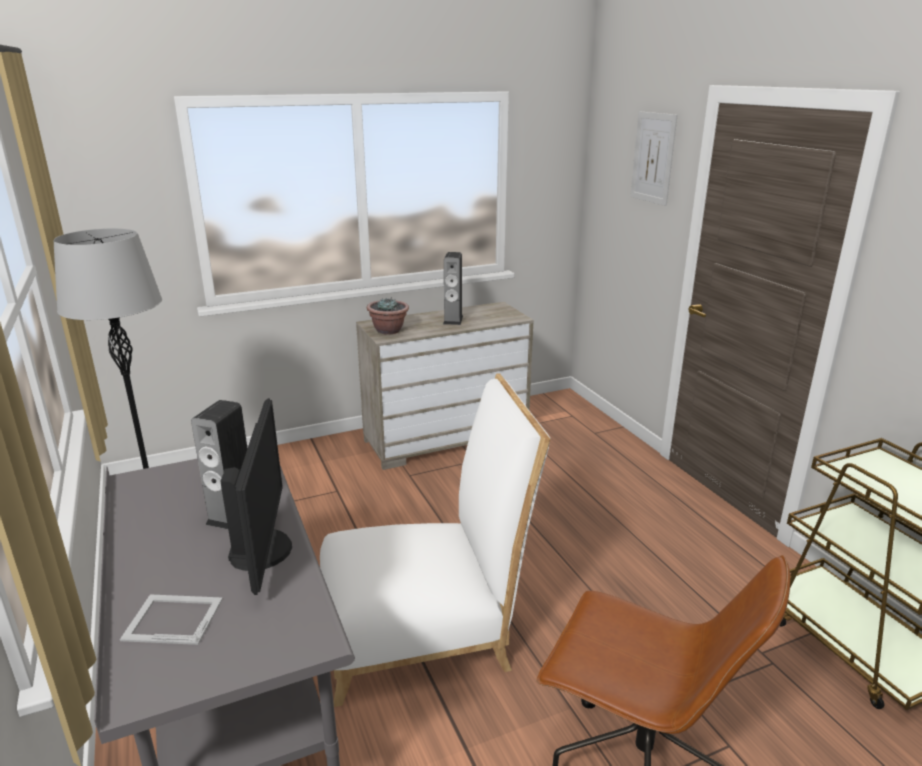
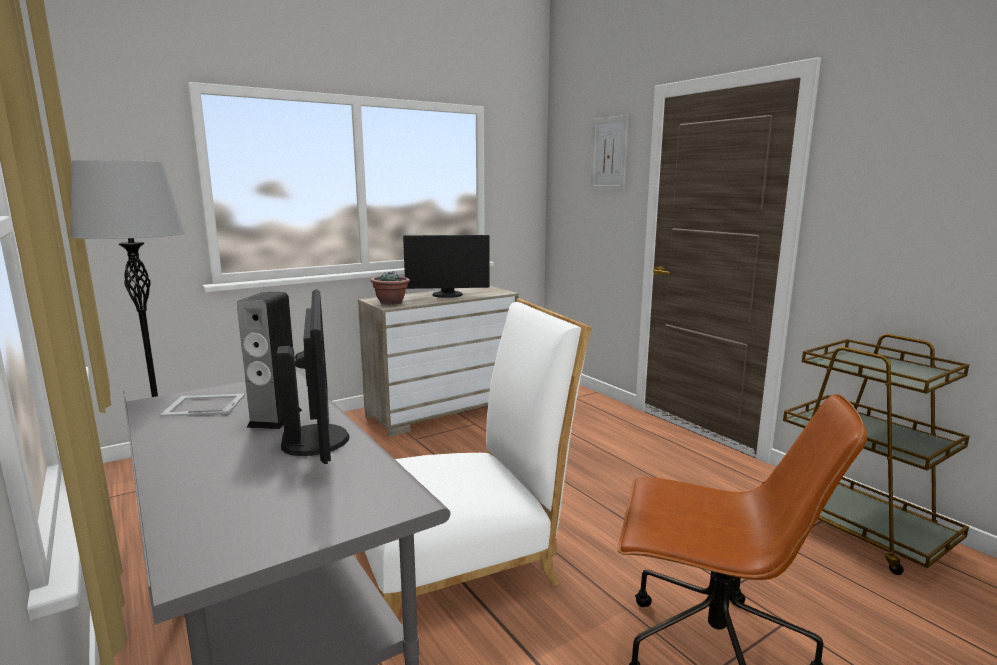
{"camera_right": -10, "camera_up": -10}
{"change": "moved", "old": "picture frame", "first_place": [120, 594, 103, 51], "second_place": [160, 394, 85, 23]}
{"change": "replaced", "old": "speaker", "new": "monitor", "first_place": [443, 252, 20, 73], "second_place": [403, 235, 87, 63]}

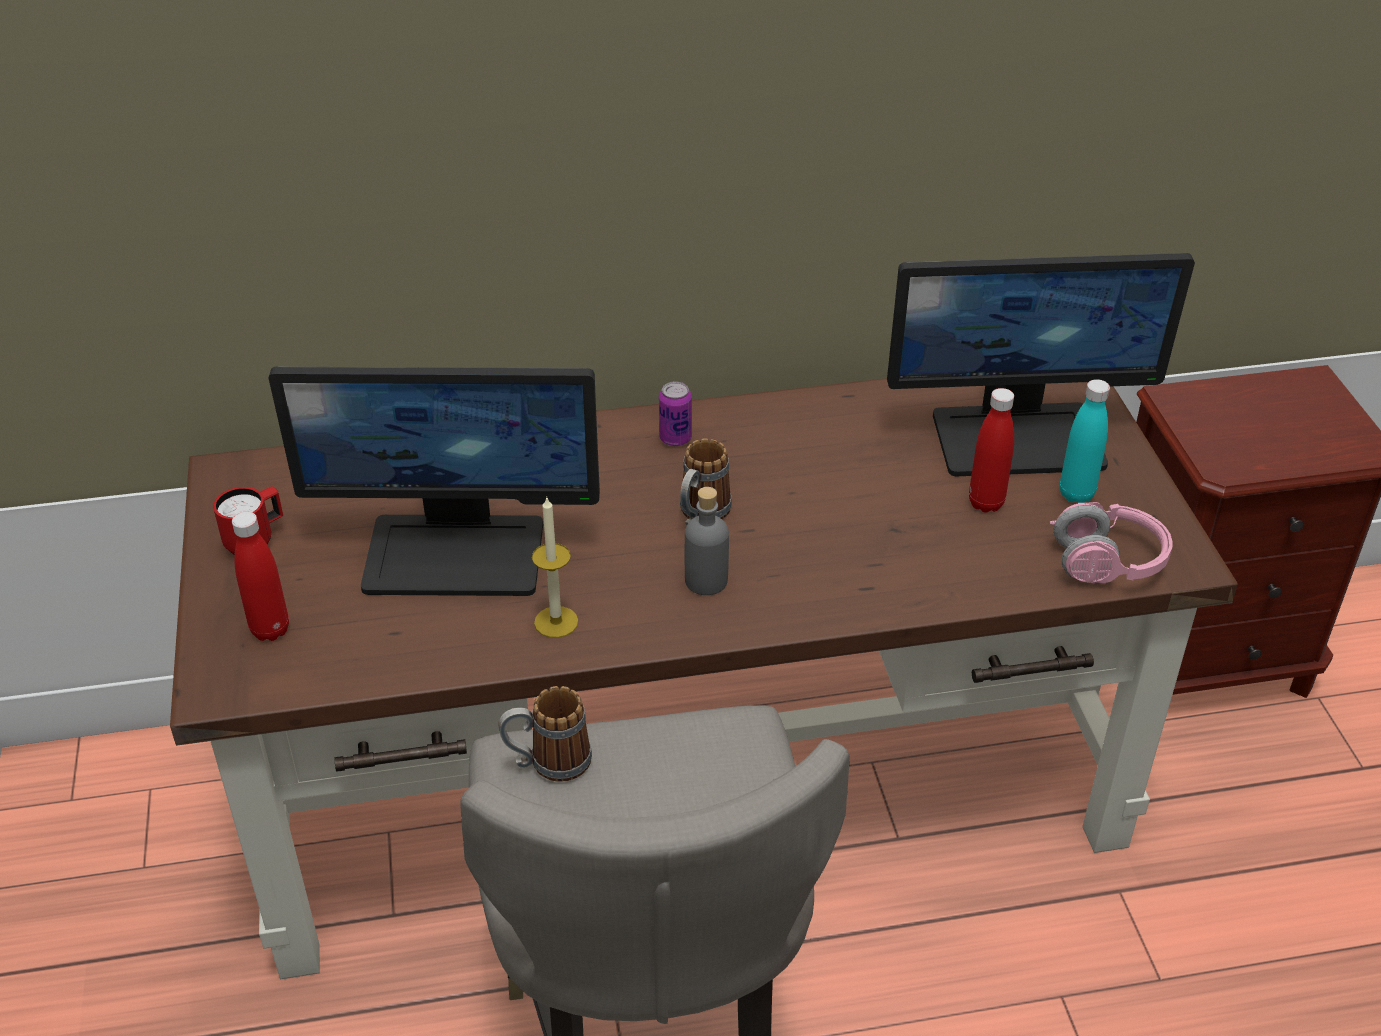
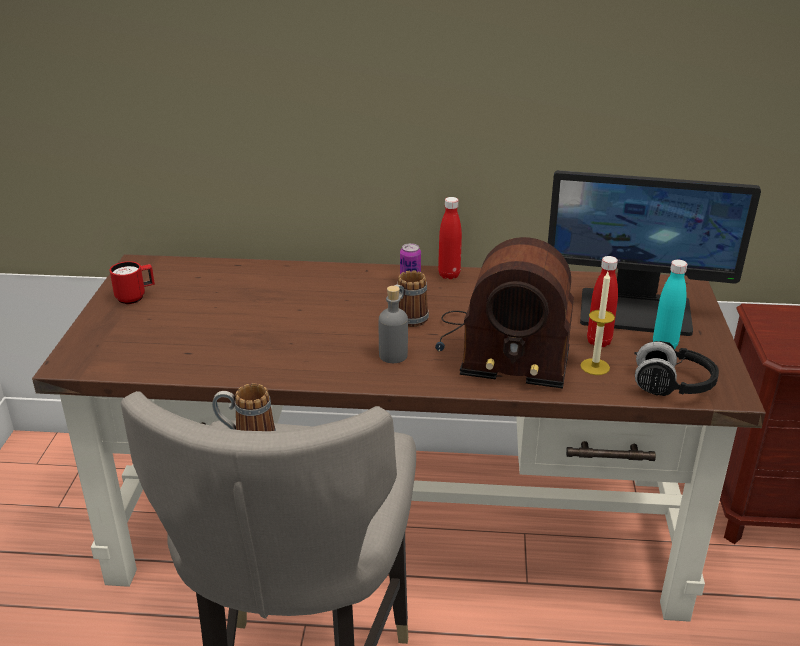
{"camera_right": 15, "camera_up": -10}
{"change": "removed", "old": "monitor", "first_place": [269, 367, 331, 229]}
{"change": "added", "new": "radio", "second_place": [435, 237, 139, 152]}
{"change": "moved", "old": "red bottle", "first_place": [232, 512, 57, 129], "second_place": [438, 197, 24, 82]}
{"change": "moved", "old": "candle", "first_place": [532, 498, 46, 140], "second_place": [580, 272, 35, 103]}
{"change": "recoloured", "old": "pink headphones", "new": "black headphones", "first_place": [1050, 502, 123, 82], "second_place": [634, 341, 85, 55]}

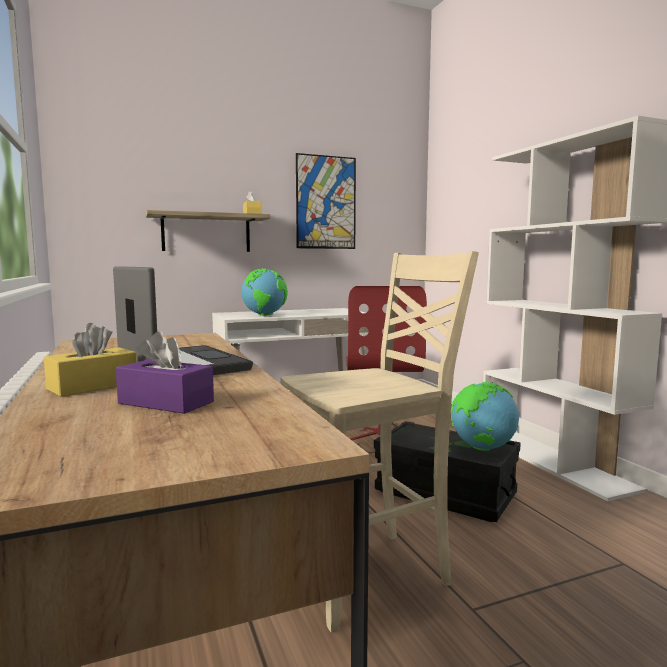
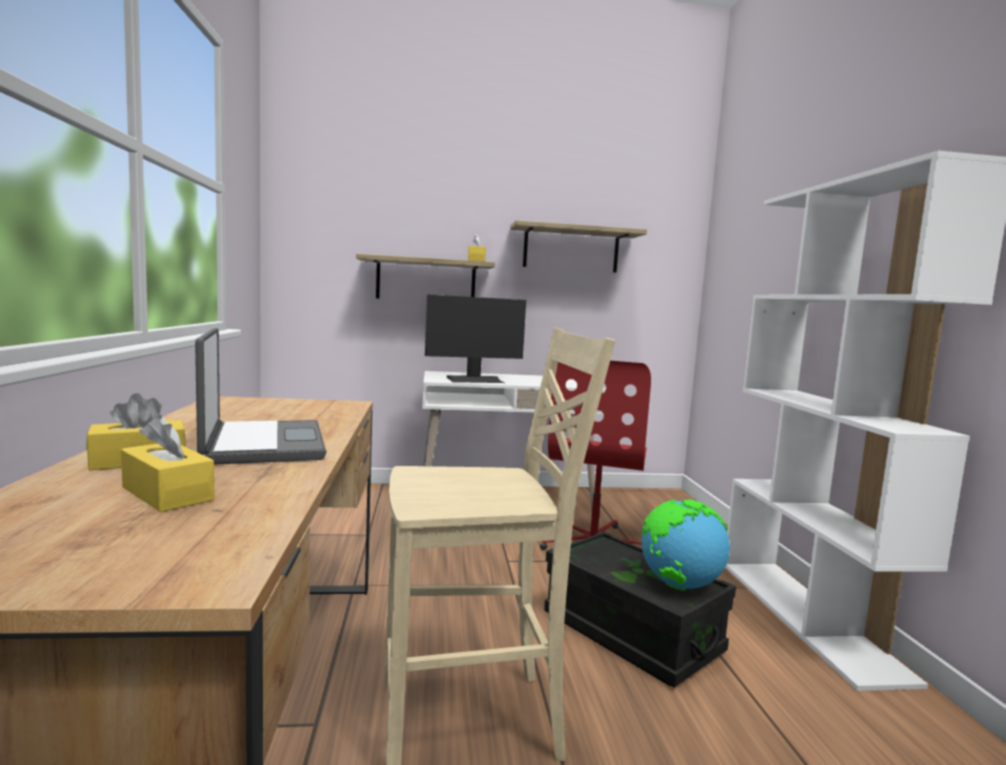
{"camera_right": 15, "camera_up": 0}
{"change": "replaced", "old": "globe", "new": "monitor", "first_place": [241, 268, 46, 48], "second_place": [425, 295, 101, 88]}
{"change": "replaced", "old": "picture", "new": "shelf", "first_place": [296, 153, 60, 96], "second_place": [510, 220, 137, 52]}
{"change": "recoloured", "old": "purple tissue box", "new": "yellow tissue box", "first_place": [116, 331, 98, 83], "second_place": [121, 415, 93, 97]}

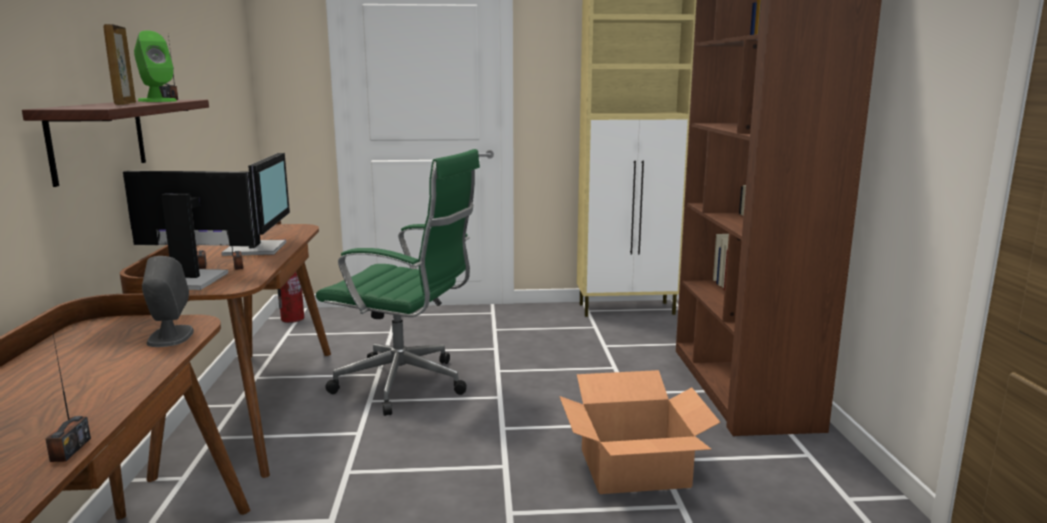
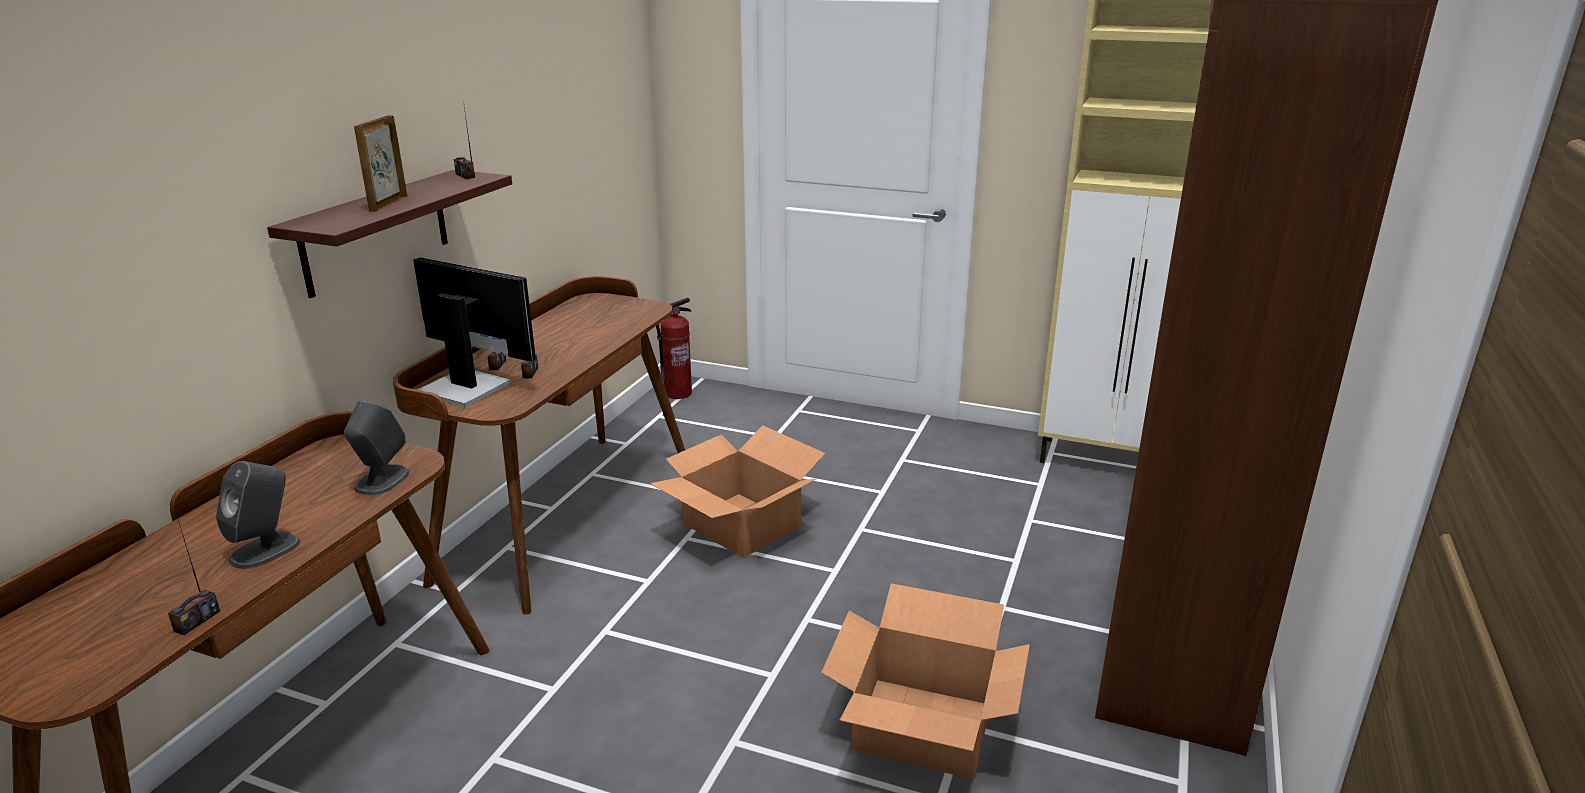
{"camera_right": 25, "camera_up": 10}
{"change": "removed", "old": "green speaker", "first_place": [134, 30, 43, 72]}
{"change": "removed", "old": "monitor", "first_place": [221, 153, 69, 103]}
{"change": "added", "new": "grey speaker", "second_place": [216, 461, 85, 108]}
{"change": "replaced", "old": "green office chair", "new": "cardboard box", "first_place": [316, 149, 164, 267], "second_place": [650, 425, 175, 133]}

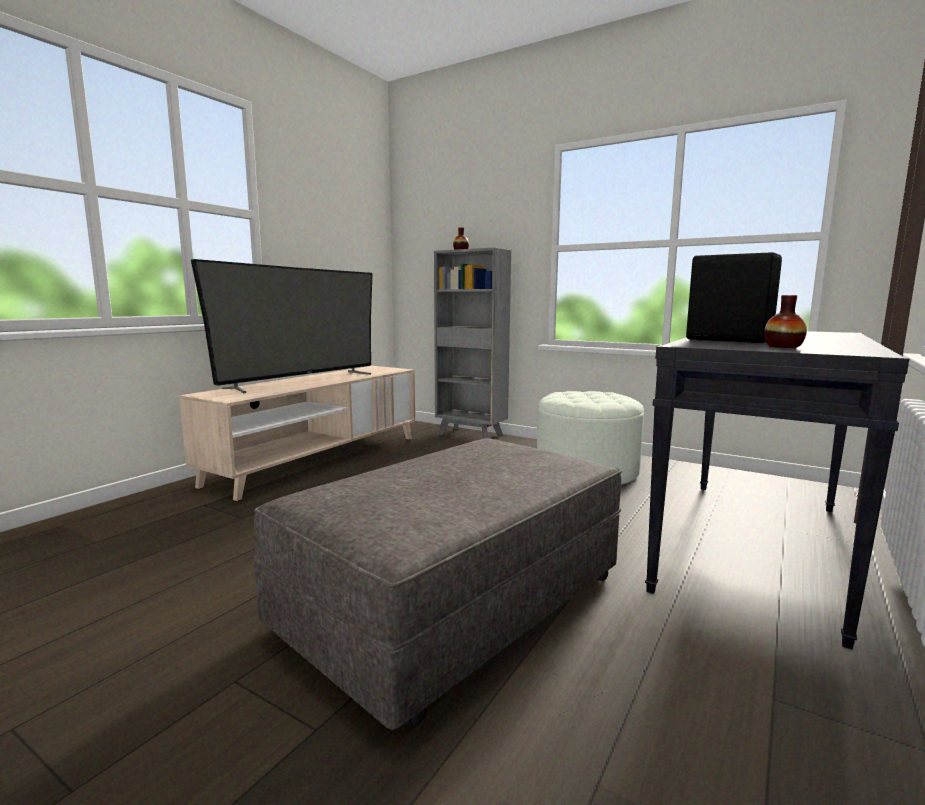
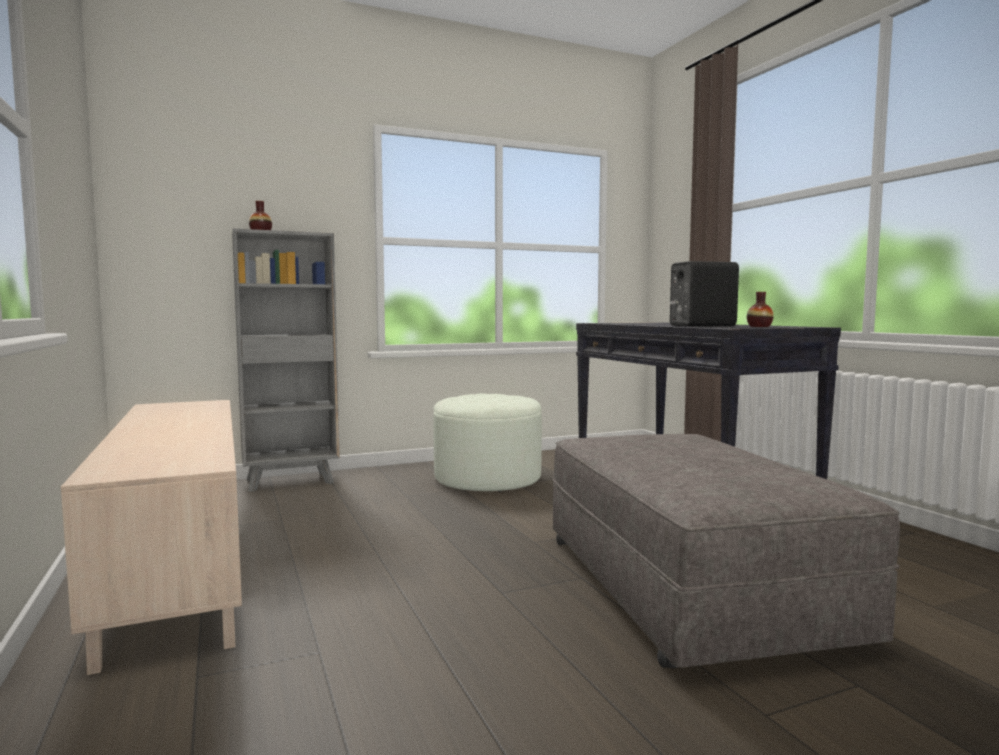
{"camera_right": -55, "camera_up": -5}
{"change": "removed", "old": "television", "first_place": [191, 259, 181, 134]}

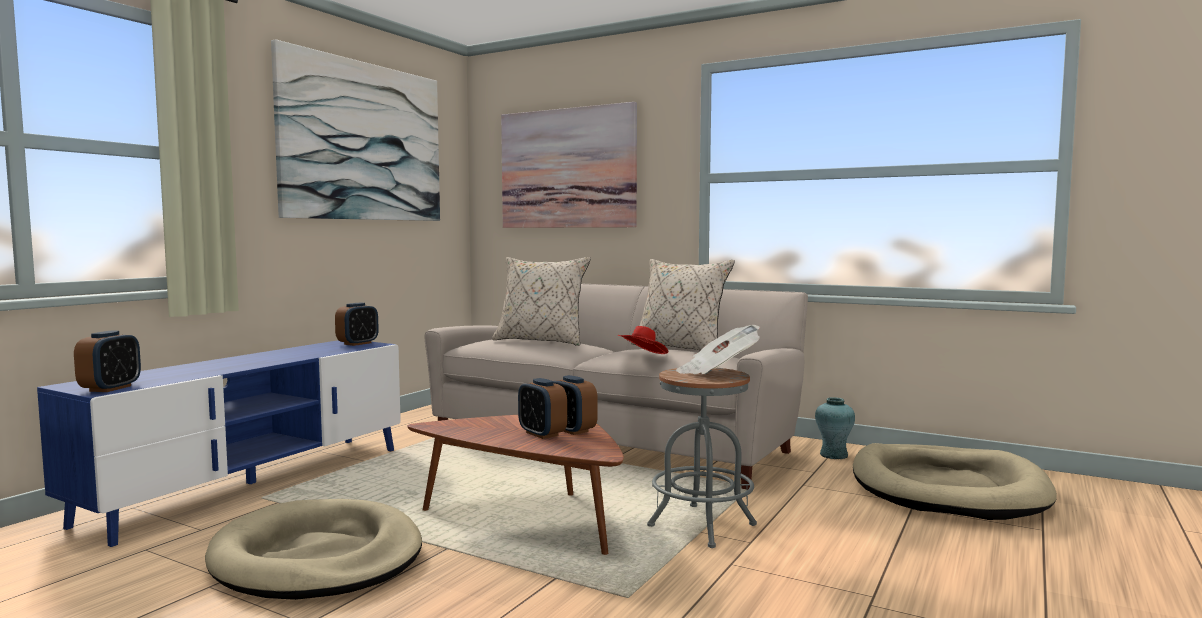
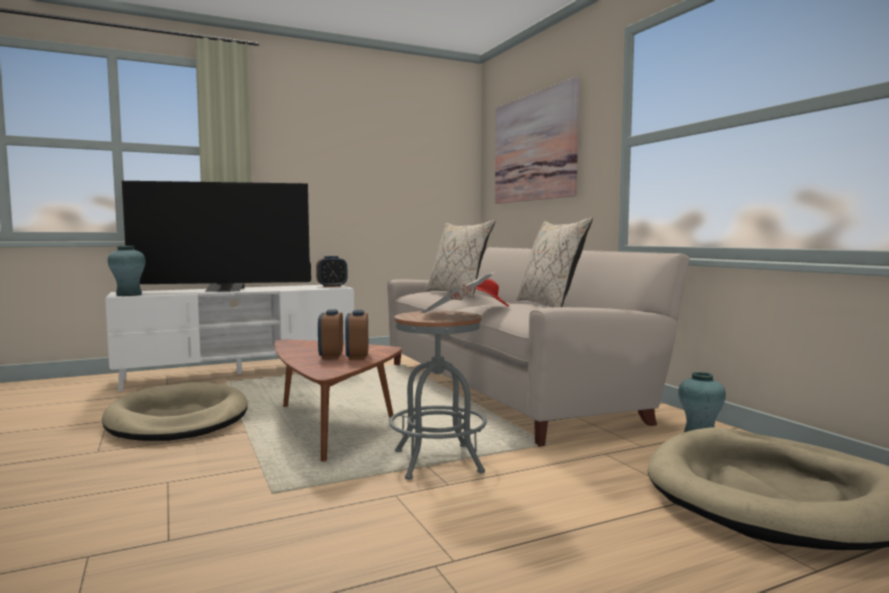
{"camera_right": 35, "camera_up": 0}
{"change": "removed", "old": "picture", "first_place": [271, 39, 169, 182]}
{"change": "added", "new": "television", "second_place": [122, 181, 189, 111]}
{"change": "replaced", "old": "alarm clock", "new": "turquoise vase", "first_place": [74, 330, 67, 62], "second_place": [108, 246, 38, 50]}
{"change": "recoloured", "old": "blue tv stand", "new": "white tv stand", "first_place": [37, 340, 364, 207], "second_place": [105, 285, 249, 107]}

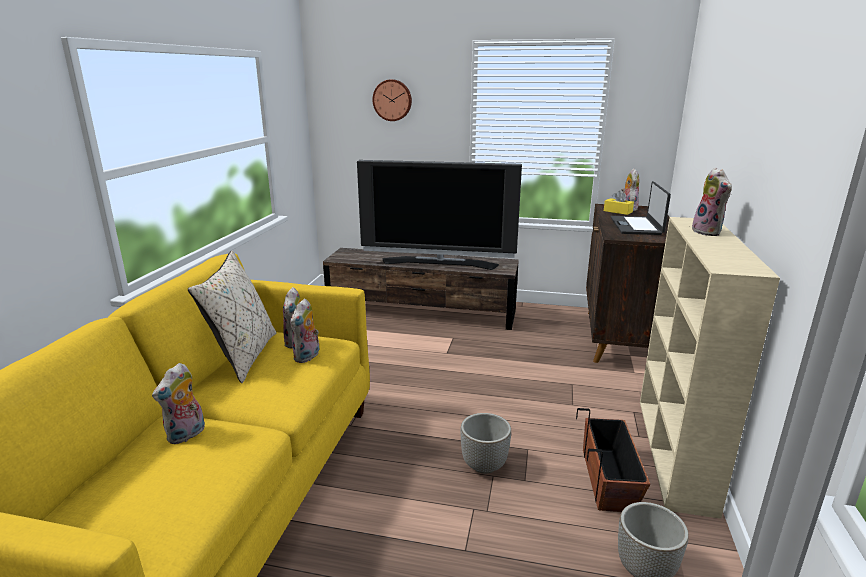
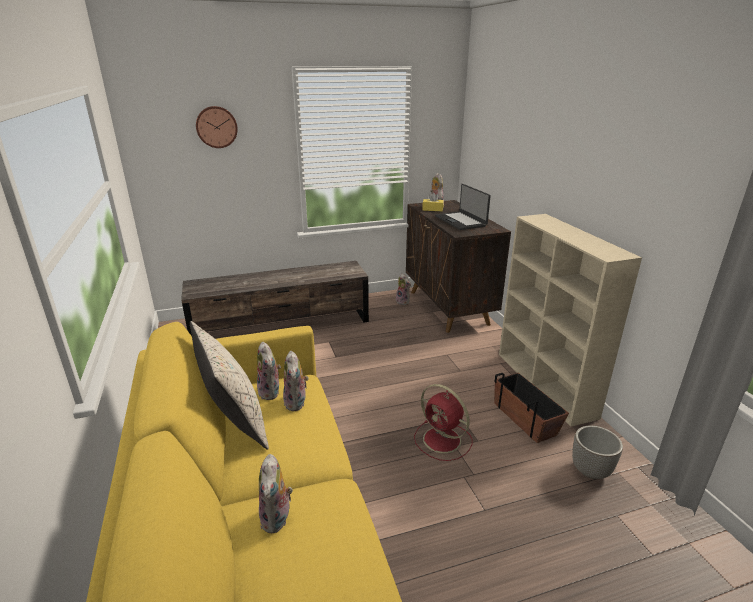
{"camera_right": -30, "camera_up": 5}
{"change": "removed", "old": "television", "first_place": [357, 160, 165, 110]}
{"change": "moved", "old": "plush toy", "first_place": [692, 167, 40, 69], "second_place": [396, 273, 15, 32]}
{"change": "replaced", "old": "planter", "new": "red fan", "first_place": [460, 413, 51, 61], "second_place": [414, 384, 58, 77]}

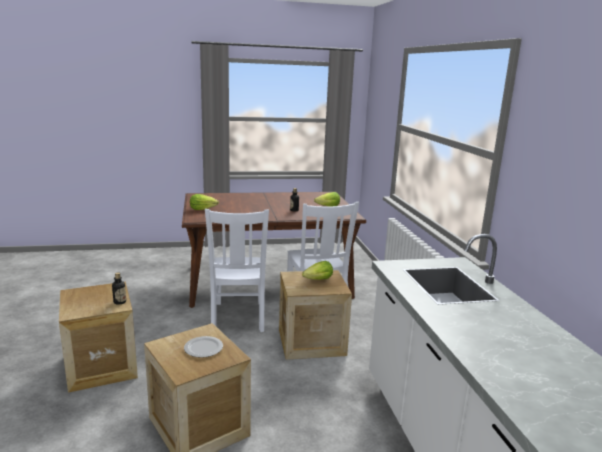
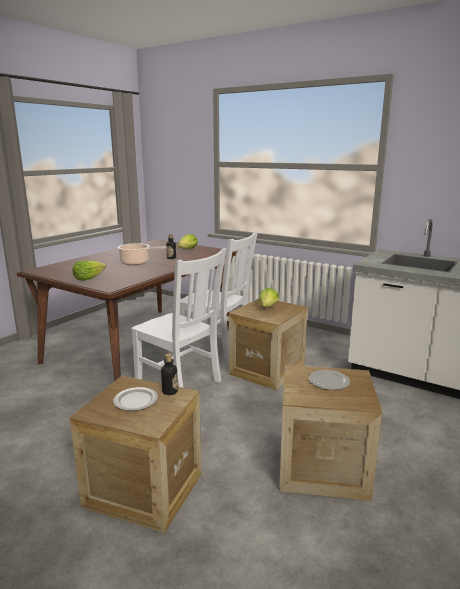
{"camera_right": -45, "camera_up": 0}
{"change": "added", "new": "plate", "second_place": [113, 387, 45, 24]}
{"change": "added", "new": "cooking pot", "second_place": [118, 243, 49, 22]}

